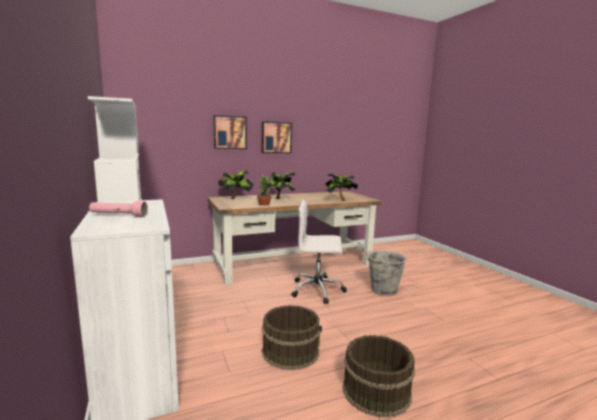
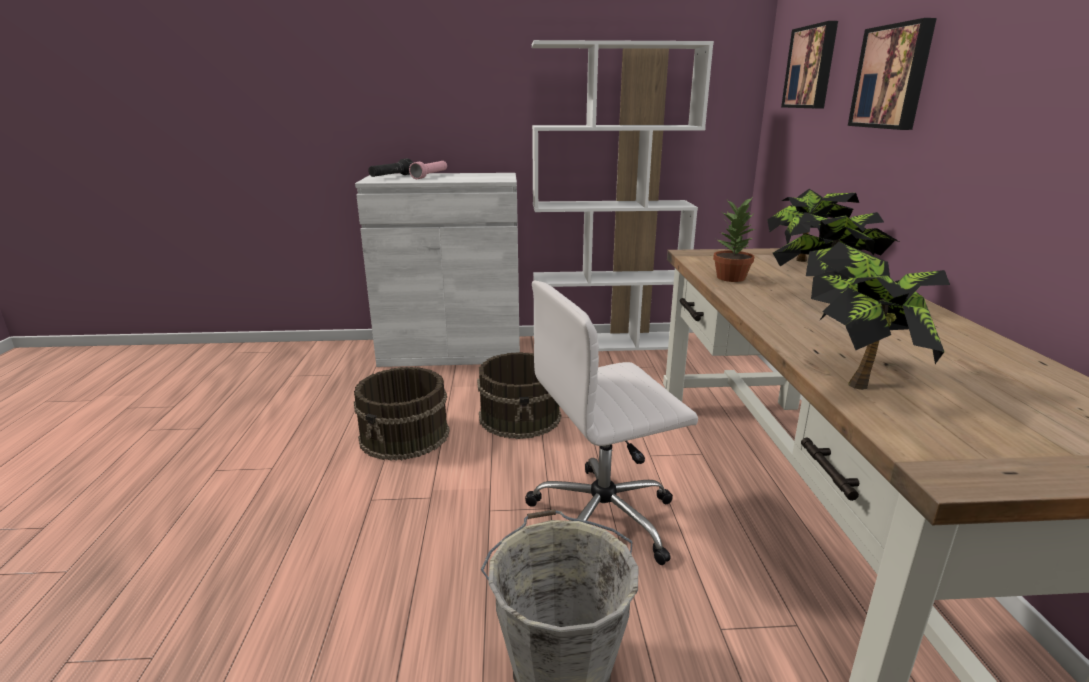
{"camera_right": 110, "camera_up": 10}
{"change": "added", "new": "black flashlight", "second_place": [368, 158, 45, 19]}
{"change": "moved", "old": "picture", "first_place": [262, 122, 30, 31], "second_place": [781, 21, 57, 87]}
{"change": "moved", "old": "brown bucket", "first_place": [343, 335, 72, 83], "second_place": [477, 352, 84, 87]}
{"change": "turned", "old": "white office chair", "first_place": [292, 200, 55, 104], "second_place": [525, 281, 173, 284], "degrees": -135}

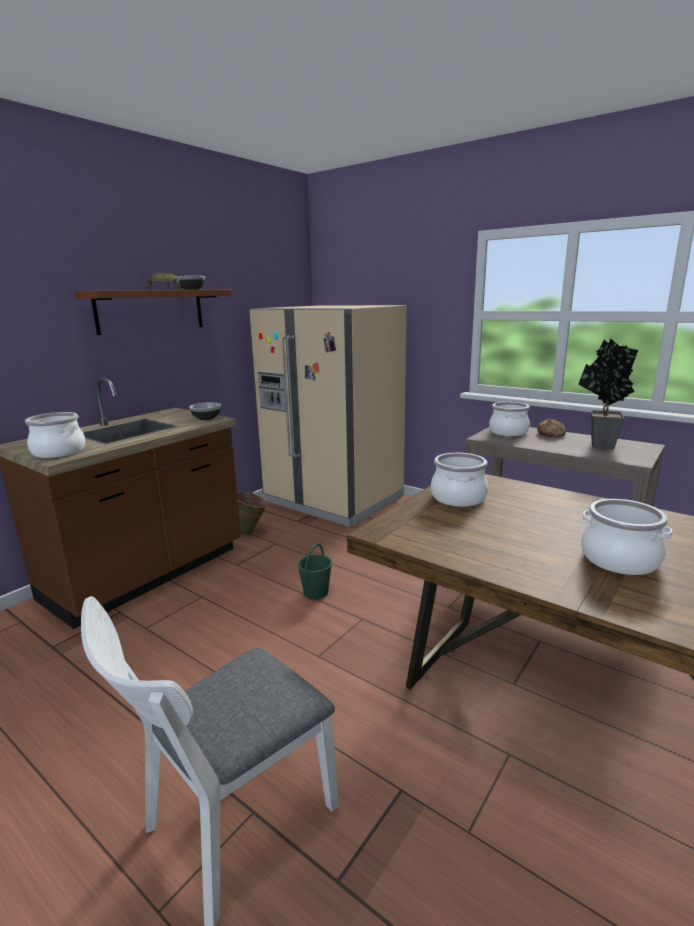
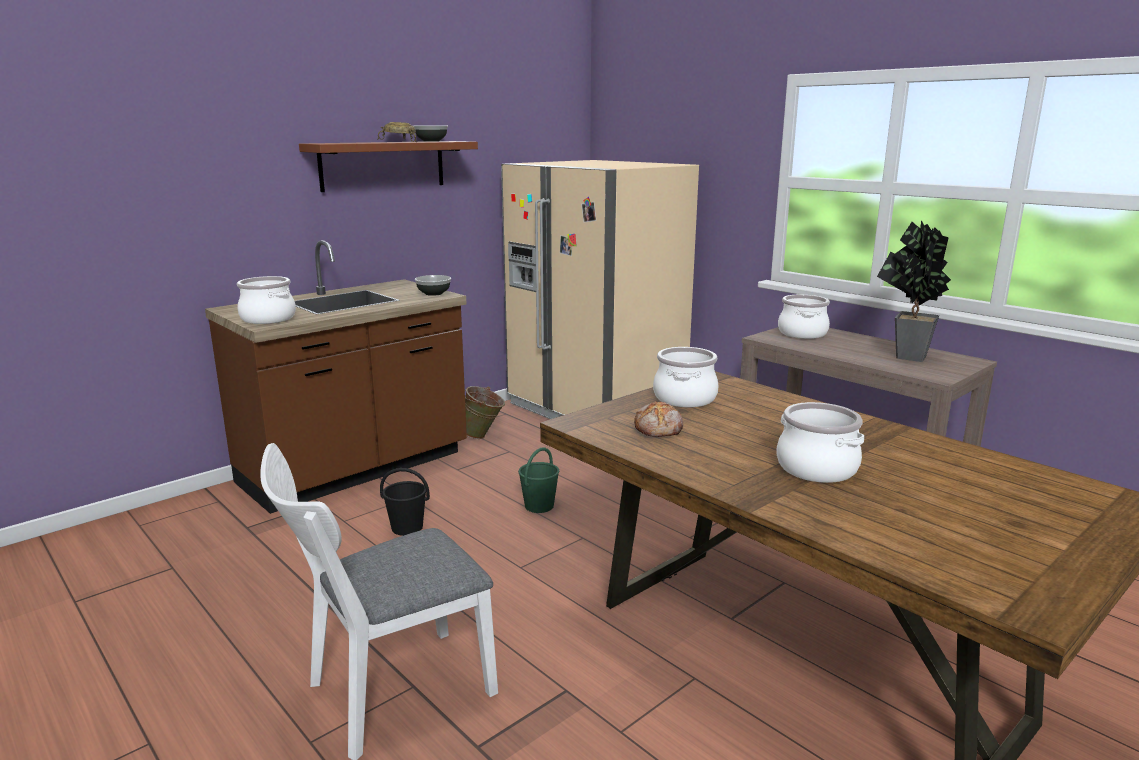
{"camera_right": 10, "camera_up": 0}
{"change": "added", "new": "black bucket", "second_place": [380, 468, 50, 68]}
{"change": "moved", "old": "bread", "first_place": [537, 419, 29, 18], "second_place": [634, 401, 49, 36]}

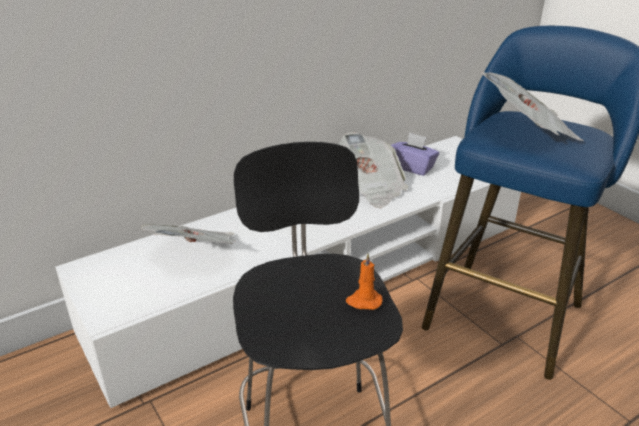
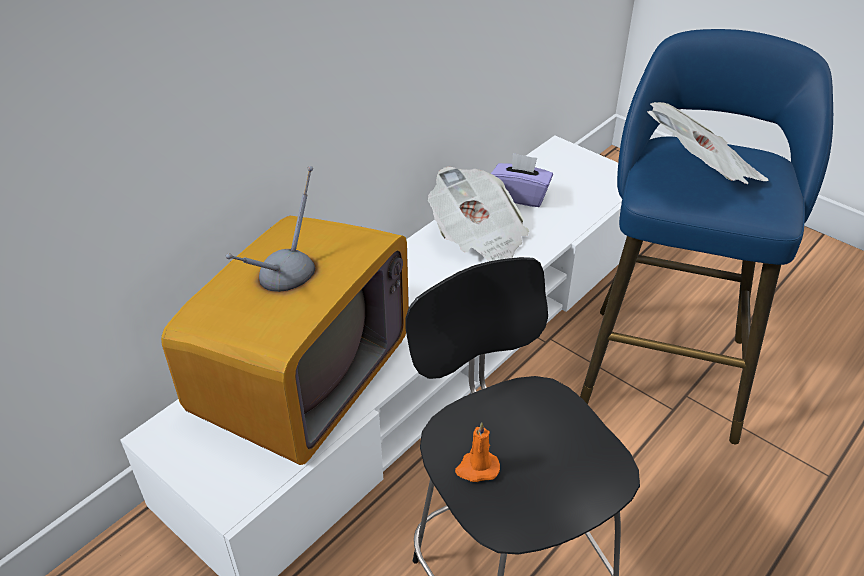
{"camera_right": -15, "camera_up": 10}
{"change": "moved", "old": "orange candle", "first_place": [346, 253, 37, 57], "second_place": [455, 422, 45, 60]}
{"change": "replaced", "old": "newspaper", "new": "television", "first_place": [141, 224, 95, 20], "second_place": [161, 166, 248, 299]}

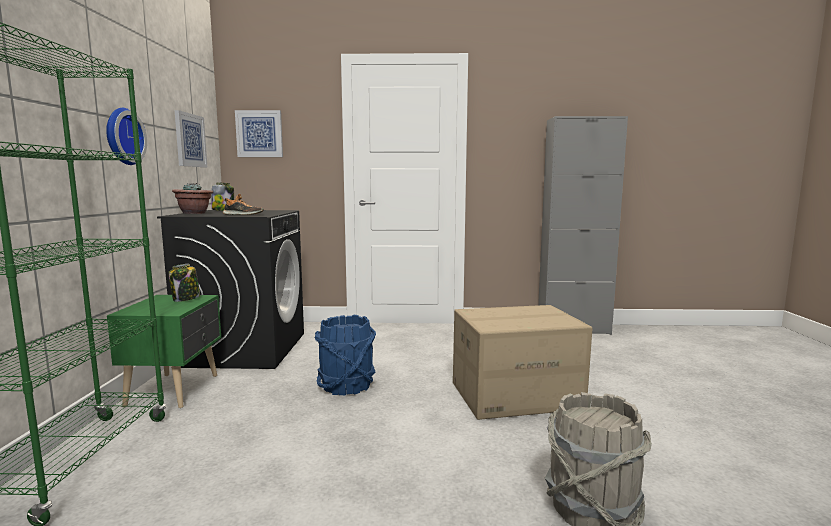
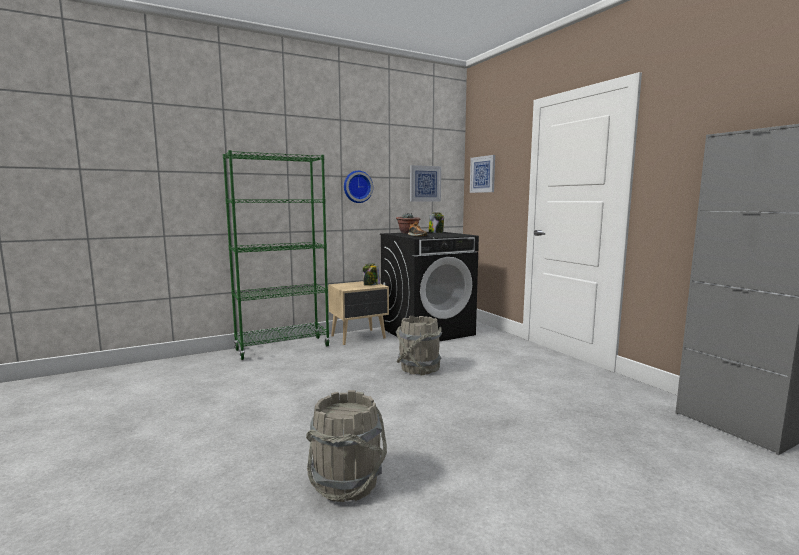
{"camera_right": 60, "camera_up": 0}
{"change": "removed", "old": "cardboard box", "first_place": [453, 305, 140, 115]}
{"change": "recoloured", "old": "green nightstand", "new": "beige nightstand", "first_place": [107, 295, 114, 113], "second_place": [328, 281, 61, 64]}
{"change": "recoloured", "old": "blue bucket", "new": "grey bucket", "first_place": [315, 315, 61, 80], "second_place": [396, 316, 46, 60]}

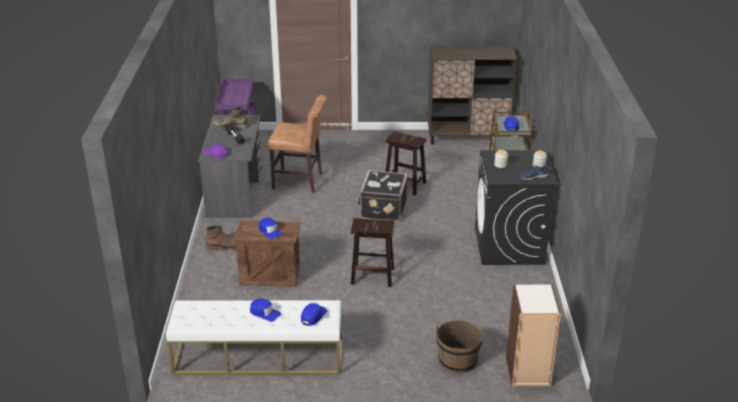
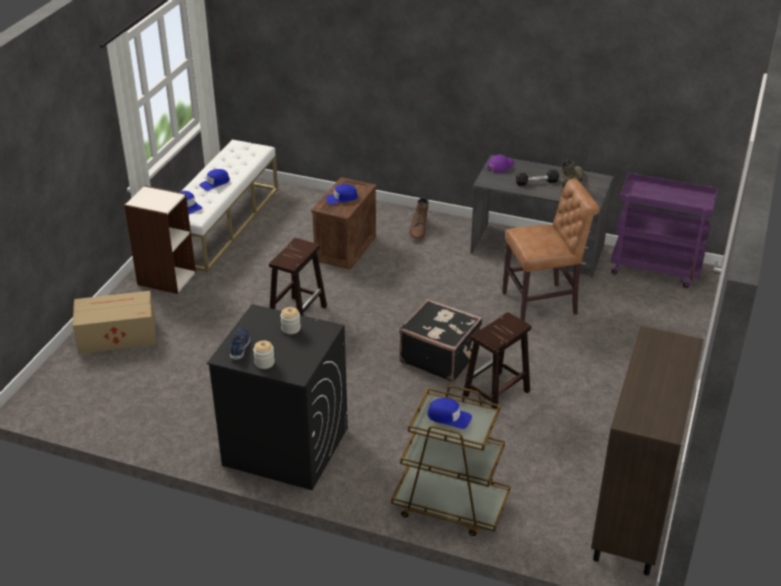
{"camera_right": 110, "camera_up": 5}
{"change": "moved", "old": "bookcase", "first_place": [506, 284, 55, 103], "second_place": [124, 185, 72, 109]}
{"change": "replaced", "old": "brown bucket", "new": "cardboard box", "first_place": [436, 320, 48, 53], "second_place": [73, 291, 83, 63]}
{"change": "turned", "old": "brown chair", "first_place": [268, 95, 59, 98], "second_place": [502, 179, 98, 142], "degrees": -135}

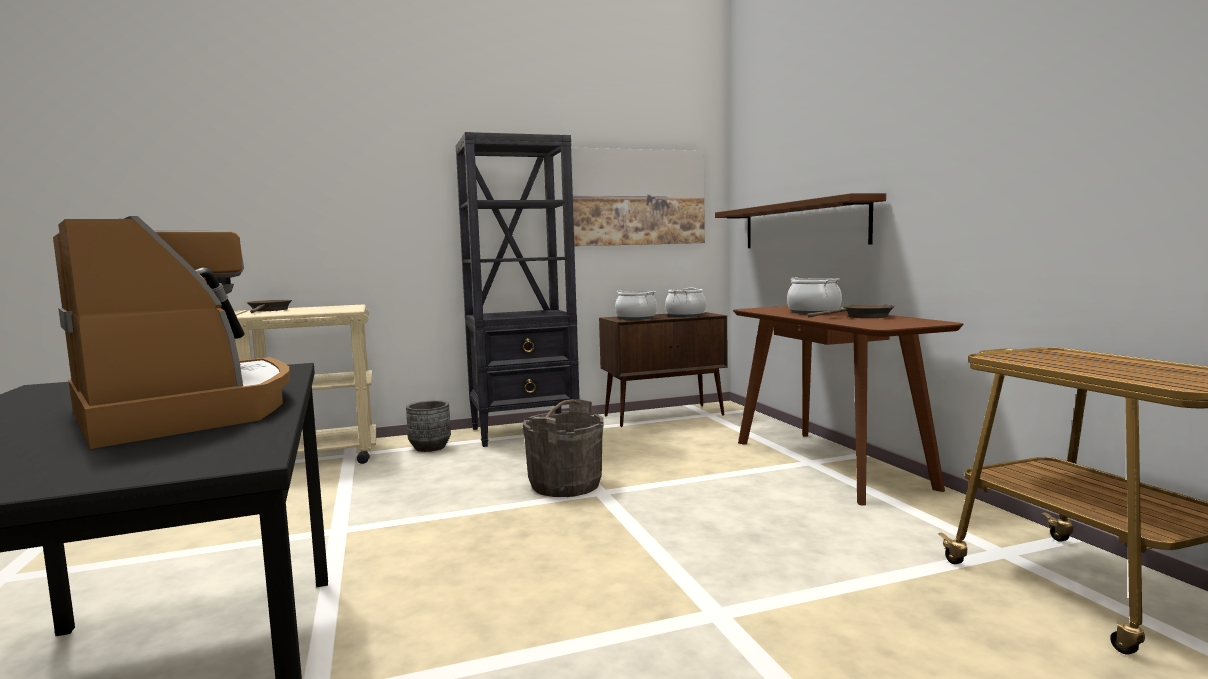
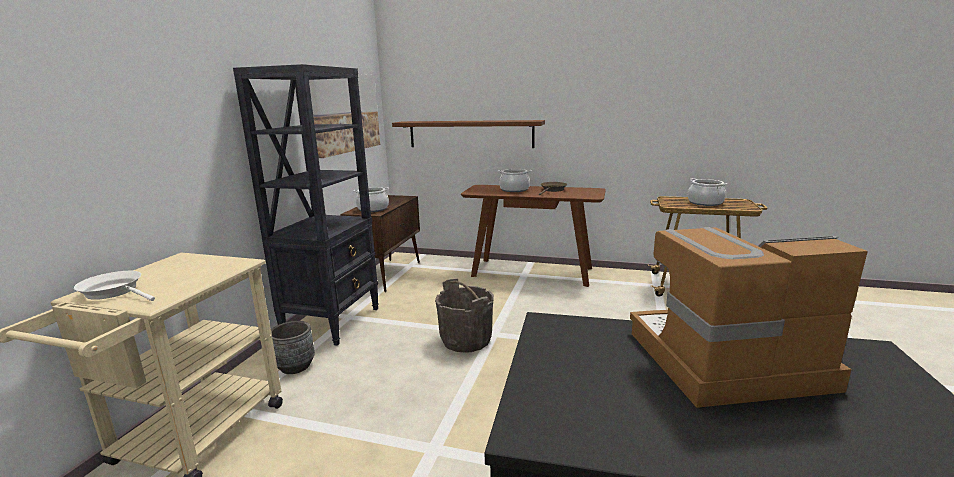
{"camera_right": -55, "camera_up": 10}
{"change": "moved", "old": "cooking pot", "first_place": [665, 287, 41, 30], "second_place": [688, 178, 39, 28]}
{"change": "recoloured", "old": "brown frying pan", "new": "white frying pan", "first_place": [247, 300, 45, 13], "second_place": [74, 271, 81, 30]}

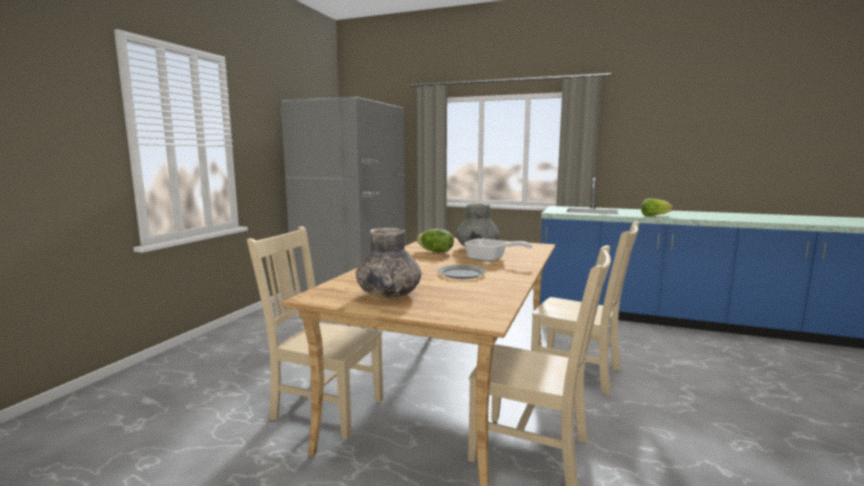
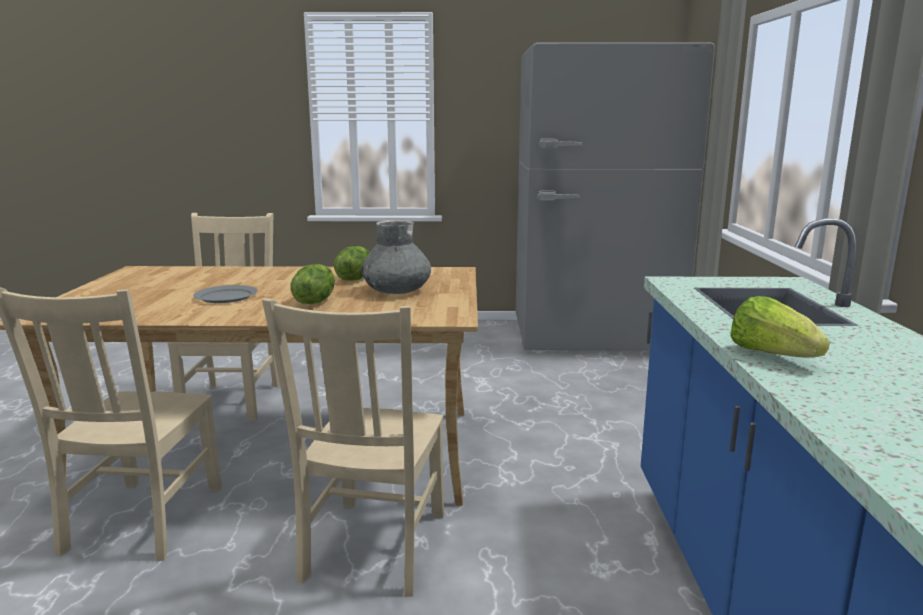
{"camera_right": 70, "camera_up": 5}
{"change": "removed", "old": "grey vase", "first_place": [356, 228, 66, 70]}
{"change": "replaced", "old": "frying pan", "new": "lettuce", "first_place": [464, 238, 69, 24], "second_place": [290, 264, 45, 40]}

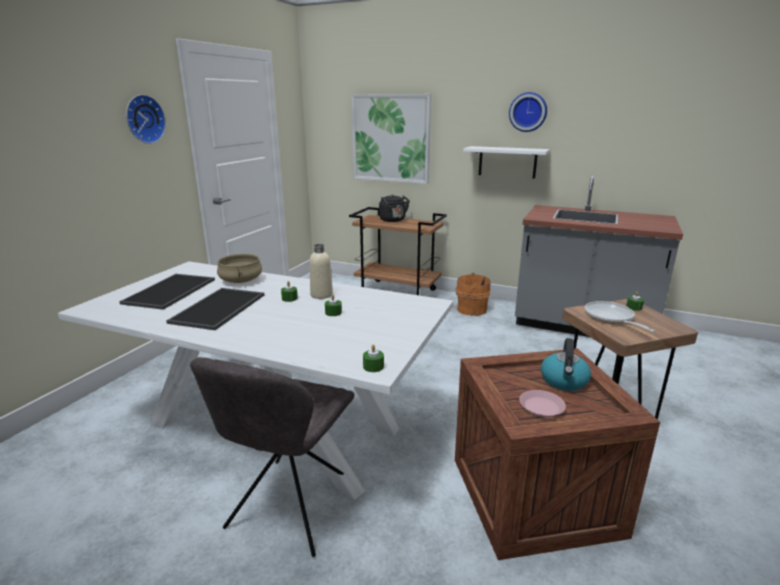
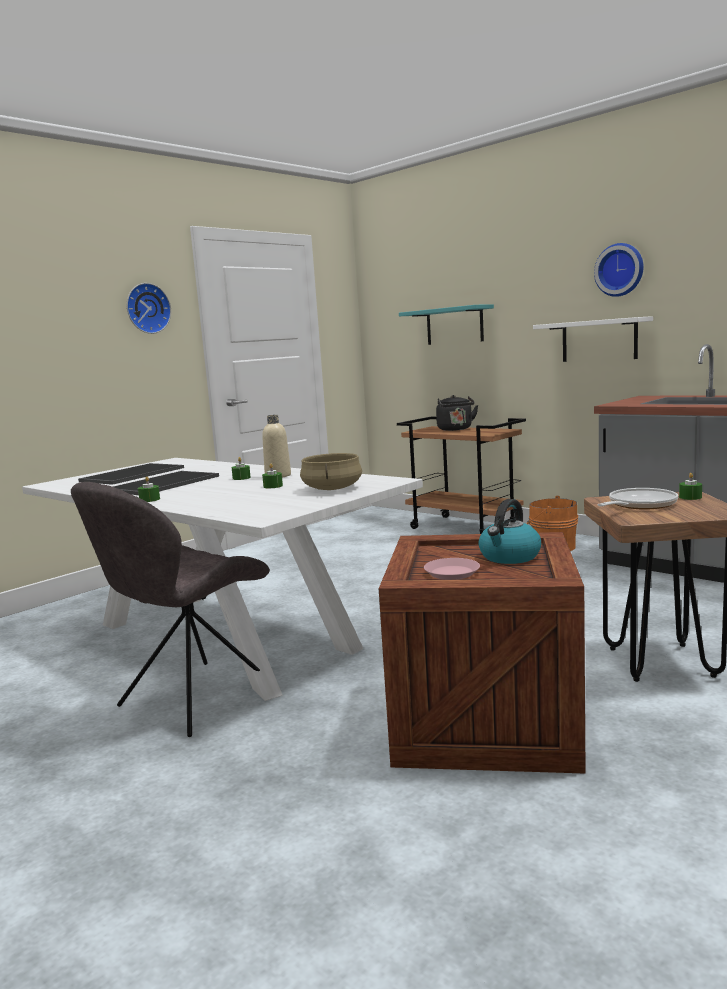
{"camera_right": 20, "camera_up": -10}
{"change": "moved", "old": "beige cooking pot", "first_place": [217, 254, 45, 29], "second_place": [300, 453, 62, 37]}
{"change": "moved", "old": "green candle", "first_place": [363, 345, 21, 27], "second_place": [138, 477, 22, 25]}
{"change": "replaced", "old": "picture", "new": "turquoise shelf", "first_place": [351, 94, 80, 90], "second_place": [399, 304, 95, 41]}
{"change": "turned", "old": "frying pan", "first_place": [585, 301, 70, 31], "second_place": [598, 488, 80, 21], "degrees": 45}

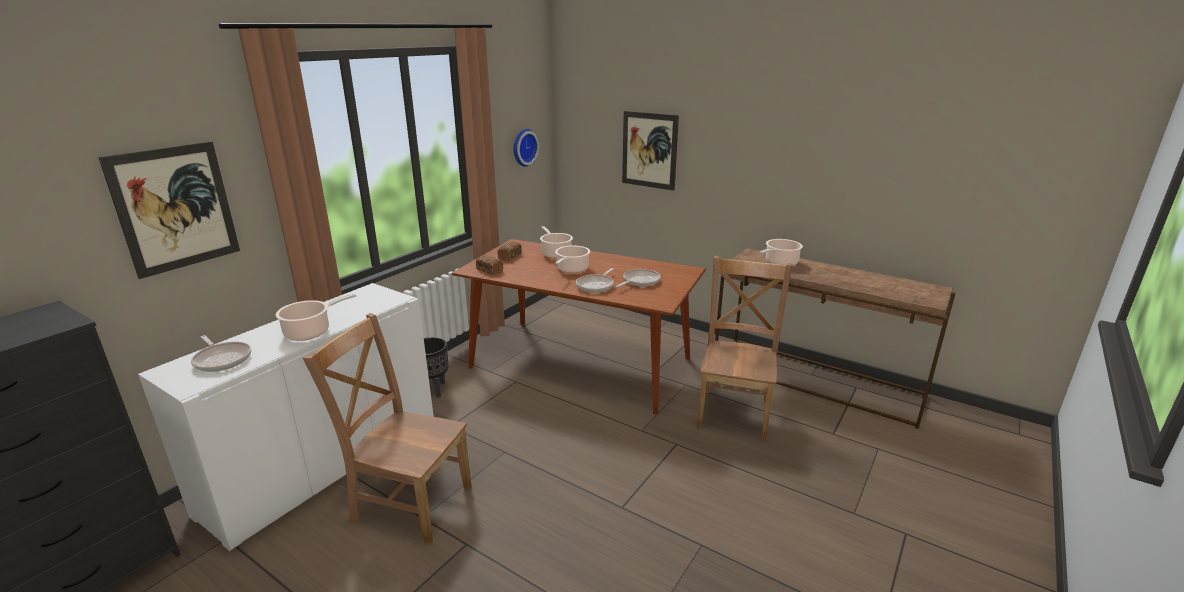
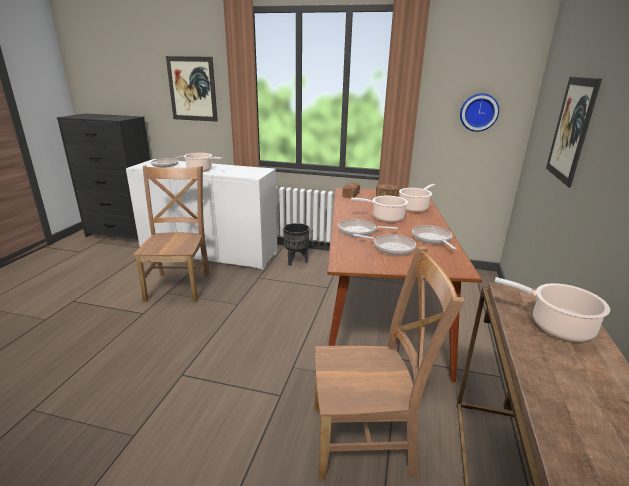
{"camera_right": 70, "camera_up": 0}
{"change": "added", "new": "frying pan", "second_place": [412, 225, 45, 25]}

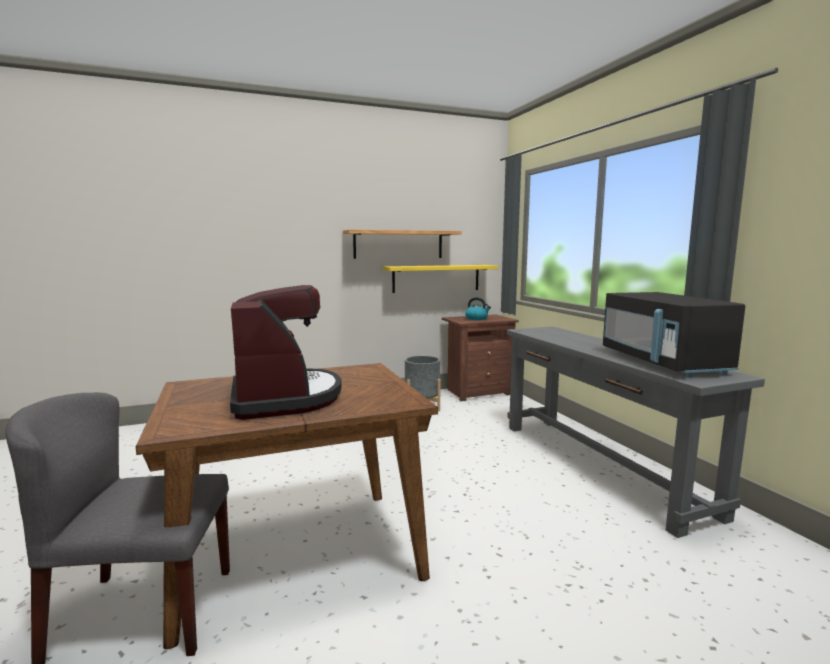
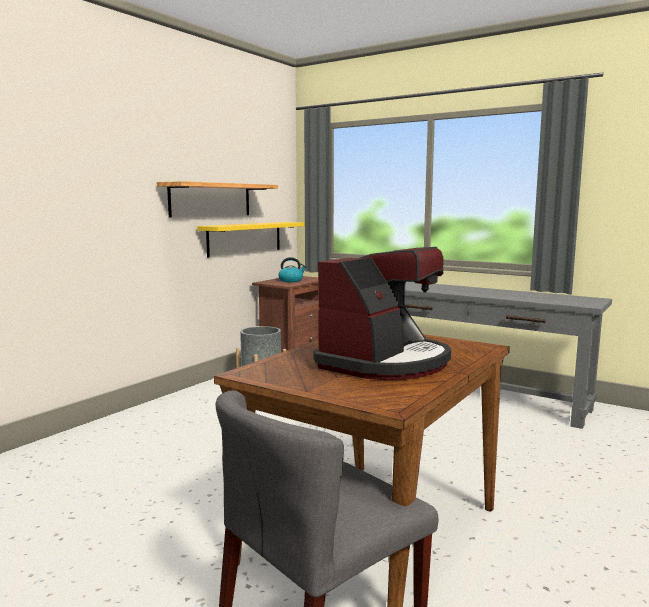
{"camera_right": -35, "camera_up": 0}
{"change": "removed", "old": "black microwave", "first_place": [603, 292, 142, 85]}
{"change": "turned", "old": "coffee machine", "first_place": [230, 285, 112, 135], "second_place": [314, 247, 137, 133], "degrees": 90}

